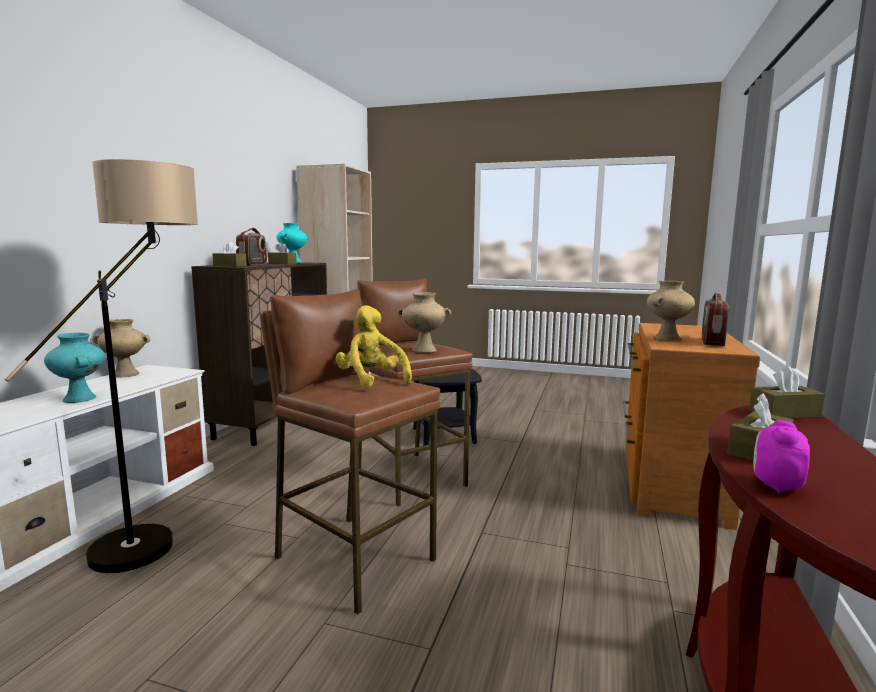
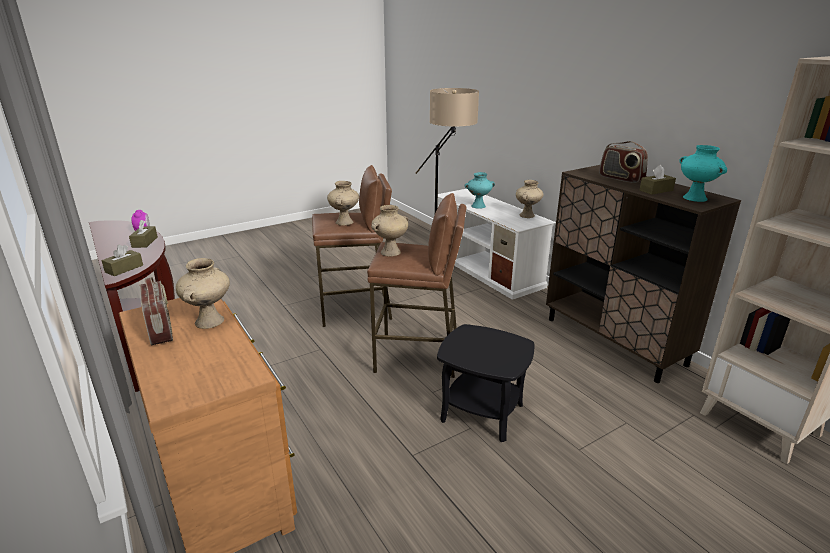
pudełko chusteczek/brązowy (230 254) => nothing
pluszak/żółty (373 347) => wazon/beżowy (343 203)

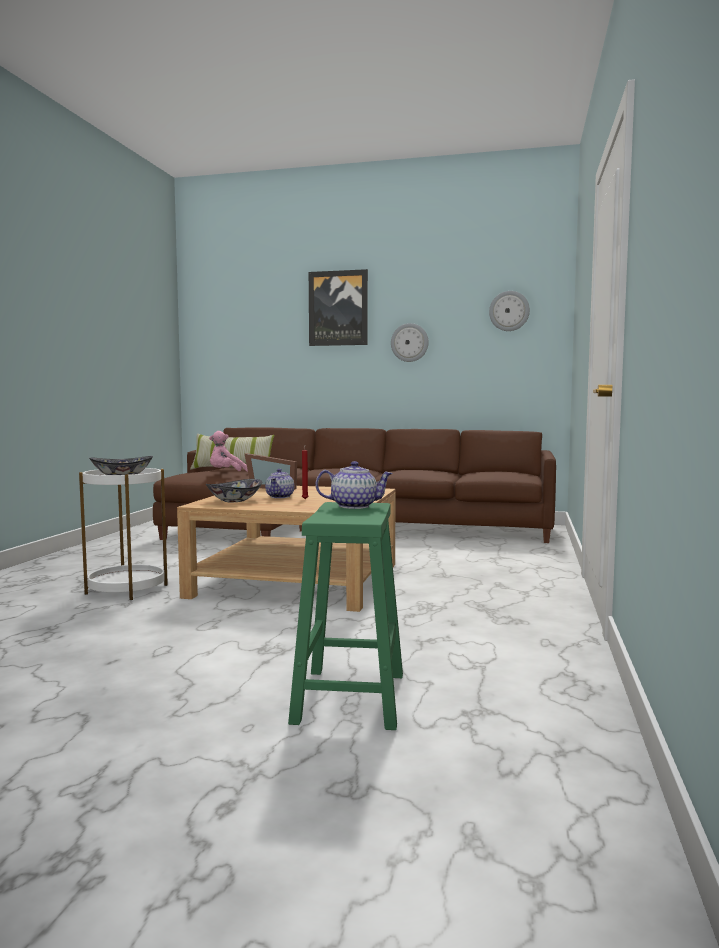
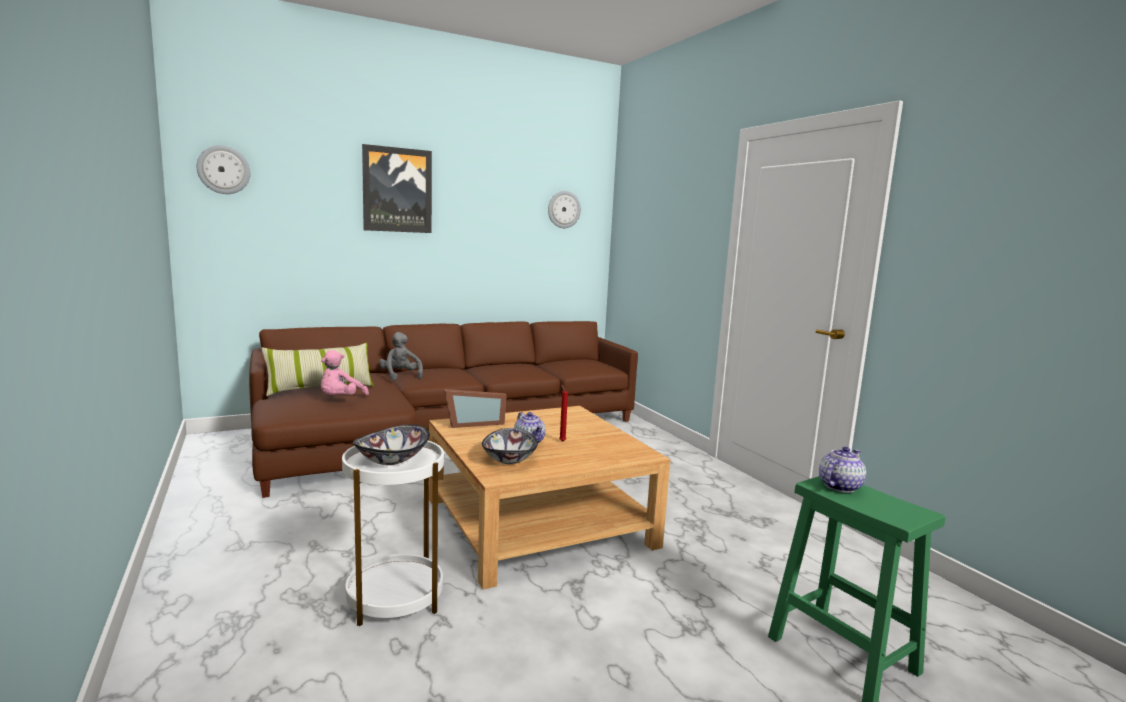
zegar ścienny (409 342) => zegar ścienny (223 169), relocated
nothing => pluszak/szary (401 356)

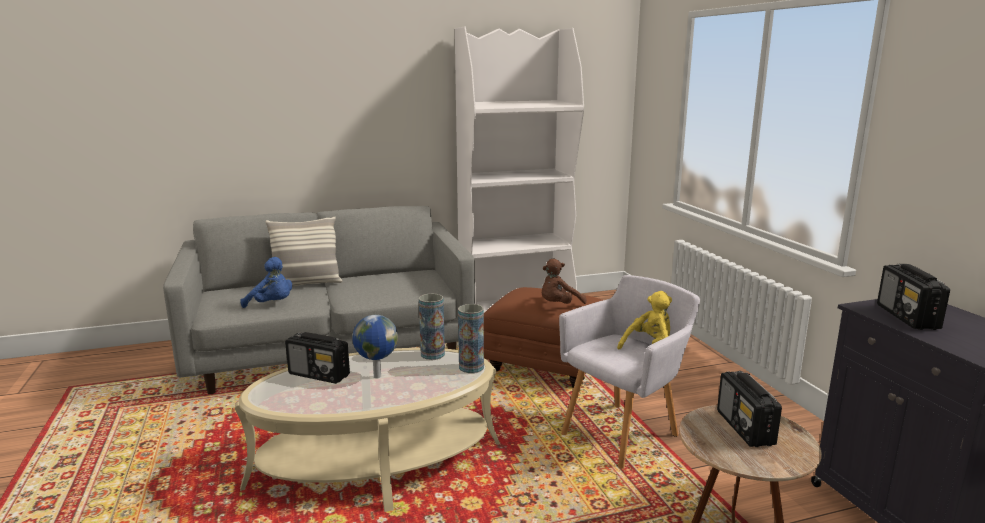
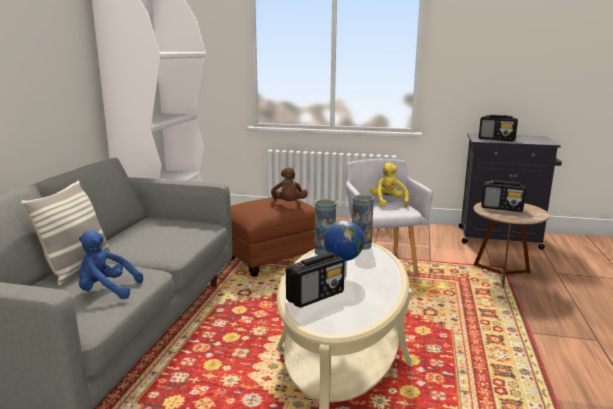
pluszak/niebieski (266 282) => pluszak/niebieski (111 265), 135 degrees counterclockwise

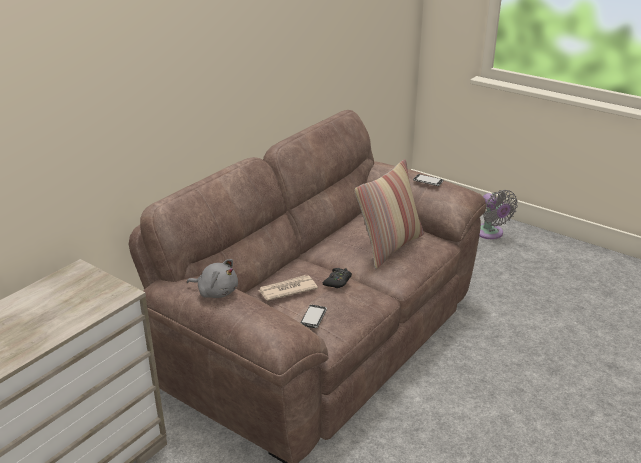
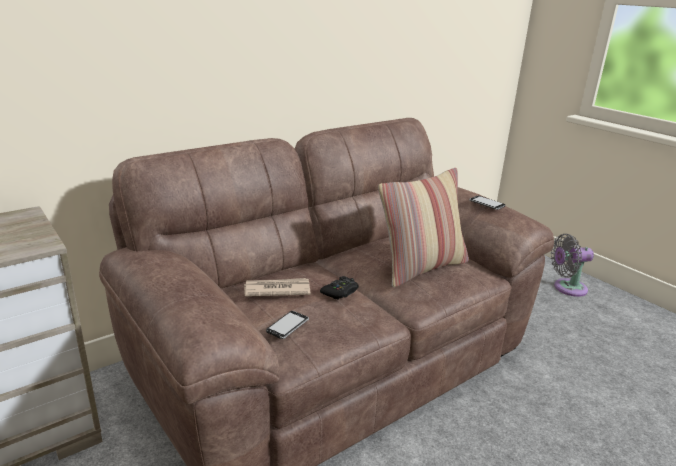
wentylator/szary (498 214) => wentylator/szary (572 265), 90 degrees clockwise
pluszak/szary (212 278) => nothing

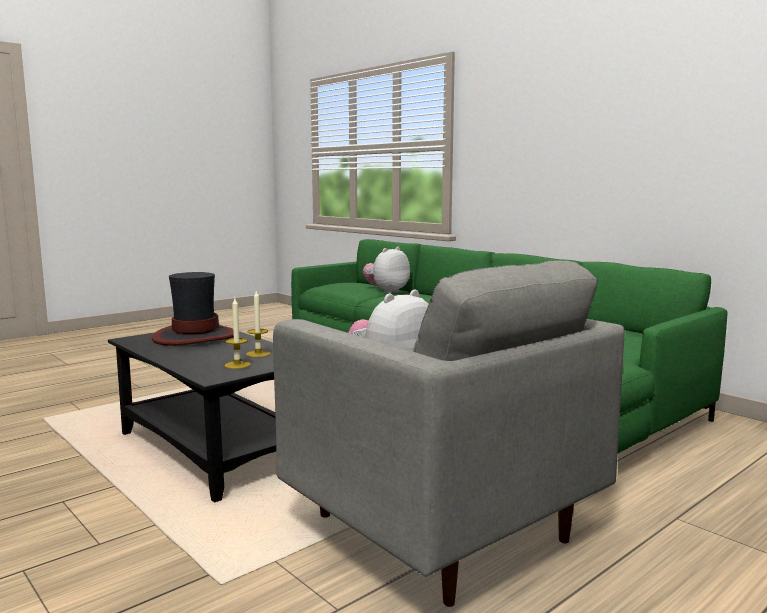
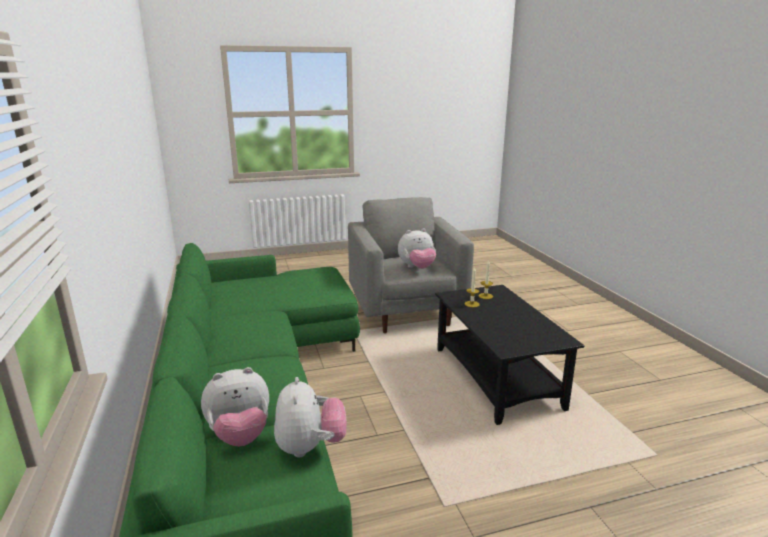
kapelusz (193 309) => nothing
nothing => pluszak (310 417)

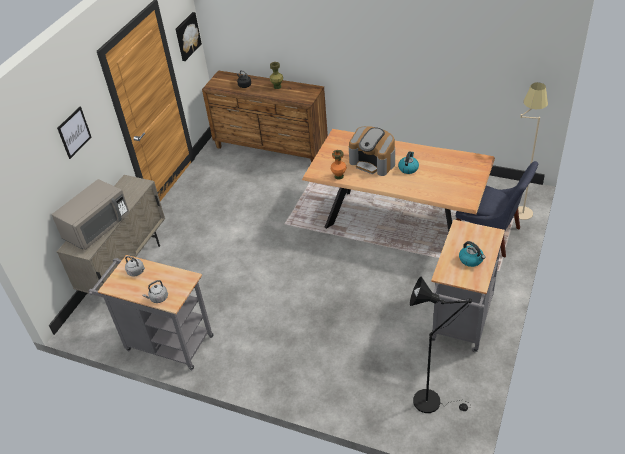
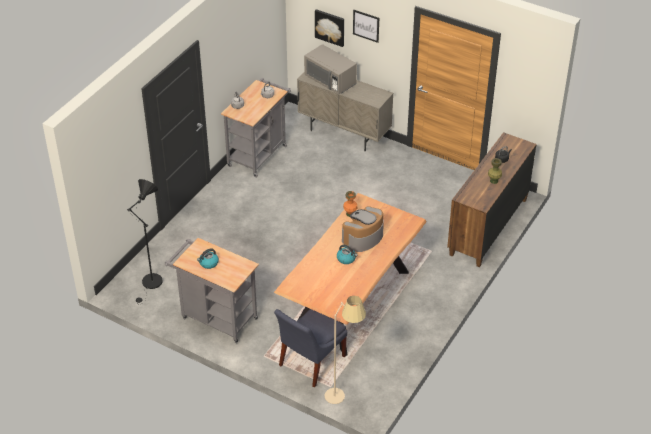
obraz (188 36) => obraz (329 28), relocated

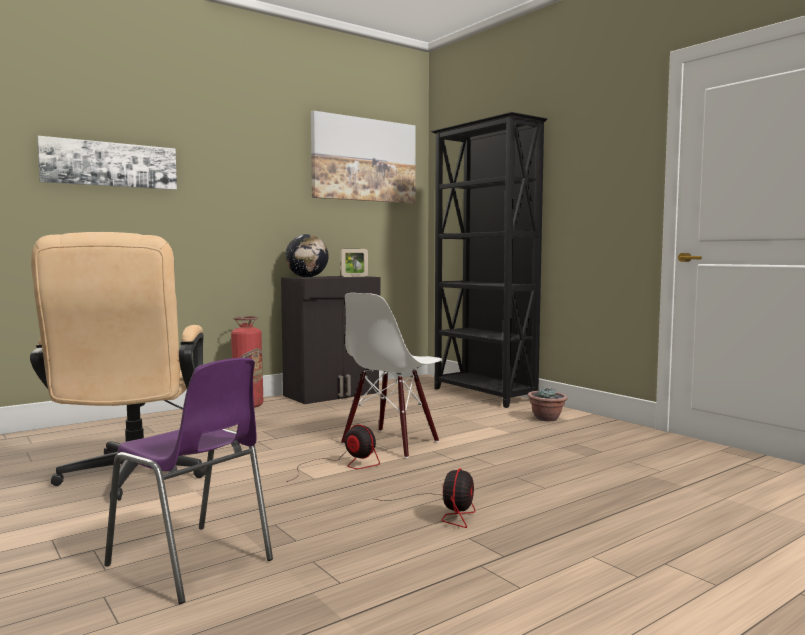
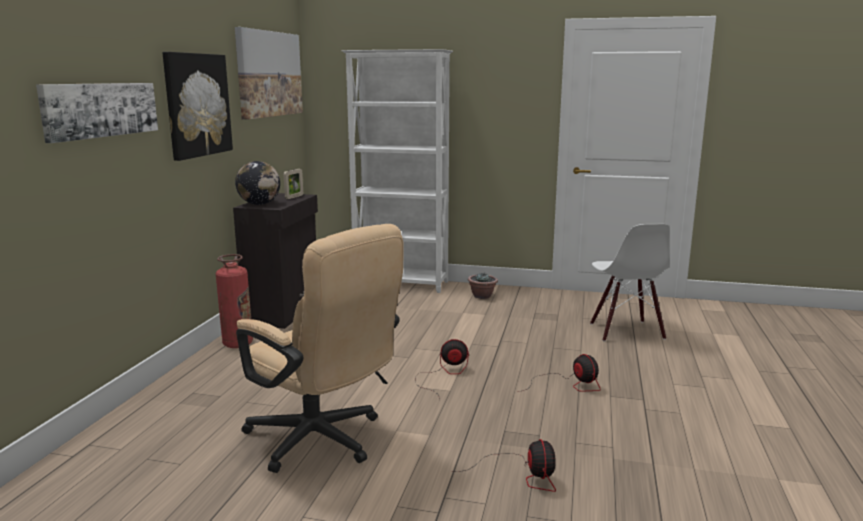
regał/czarny (489 260) => regał/biały (397 171)
krzesło/biały (391 375) => krzesło/biały (630 283), relocated
krzesło/fioletowy (188 481) => wentylator (503 465)
nothing => obraz (197 106)

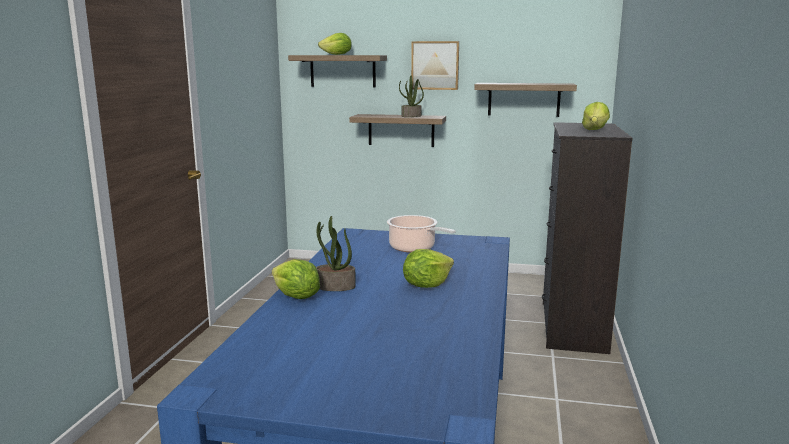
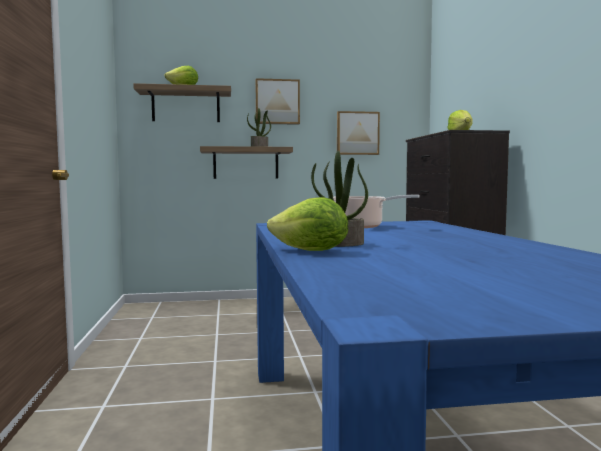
półka (525 100) => obraz (358 133)
sałata (428 268) => nothing

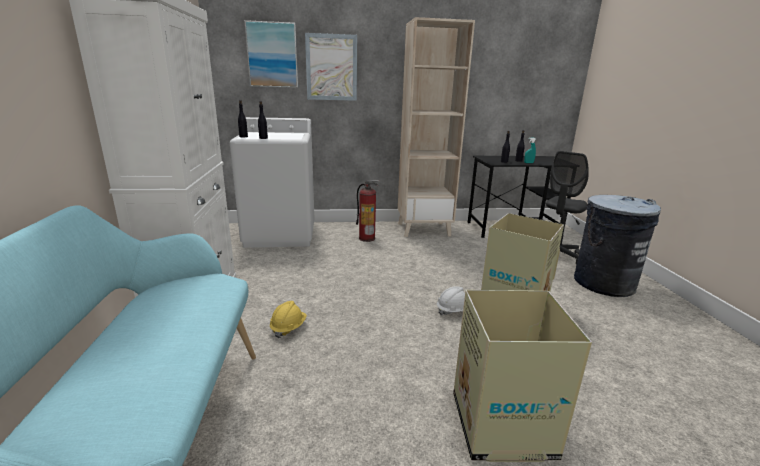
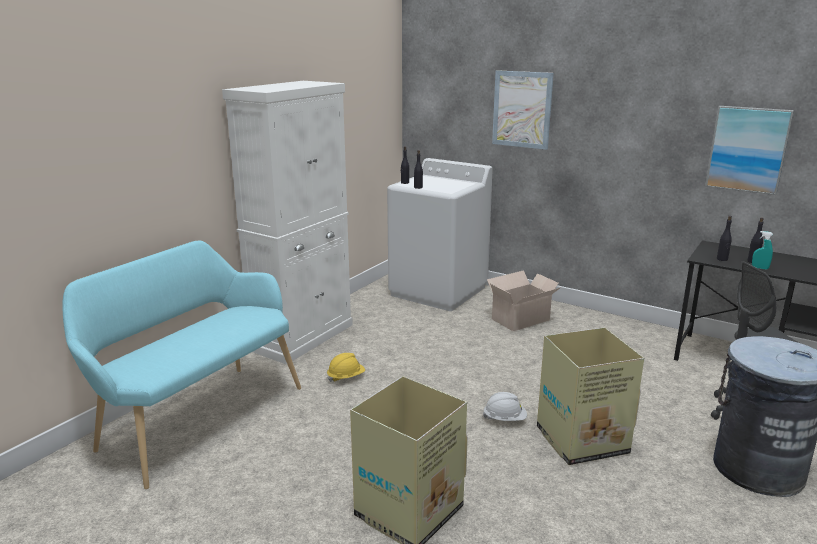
regał/beżowy (436 127) => nothing
obraz (271 54) => obraz (749 150), relocated
gaśnica (367 211) => karton (524 300)

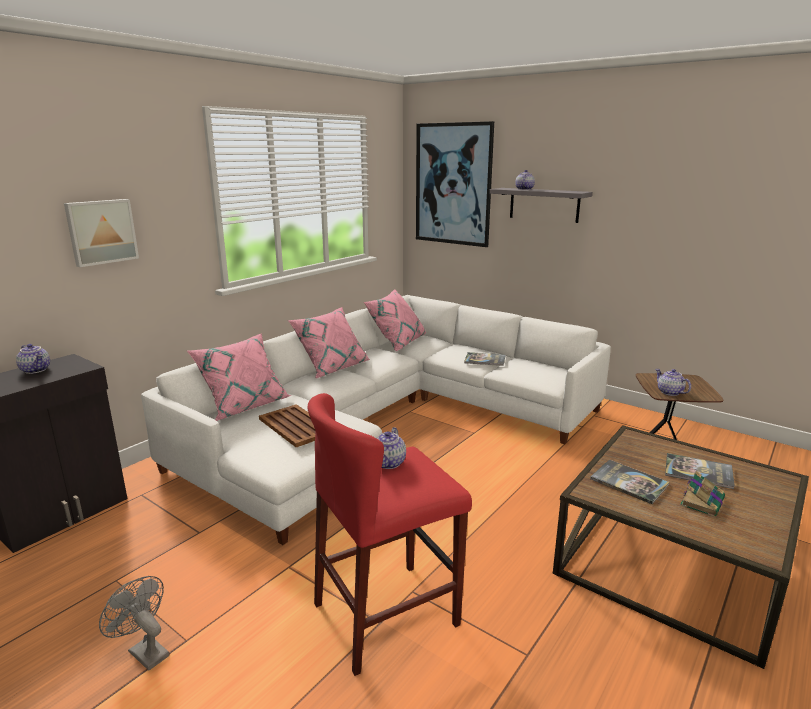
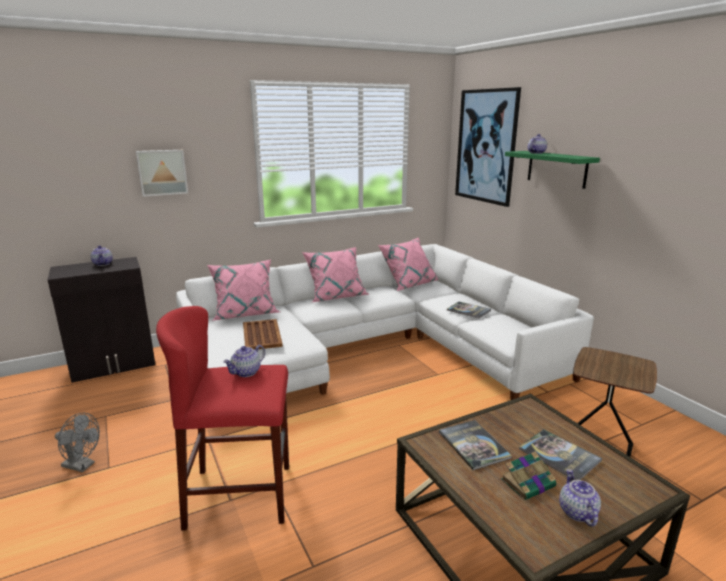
półka/szary (541 205) => półka/zielony (552 170)
imbryk (673 382) => imbryk (580 498), relocated
wentylator/szary (134 623) => wentylator/szary (77 442), 135 degrees clockwise

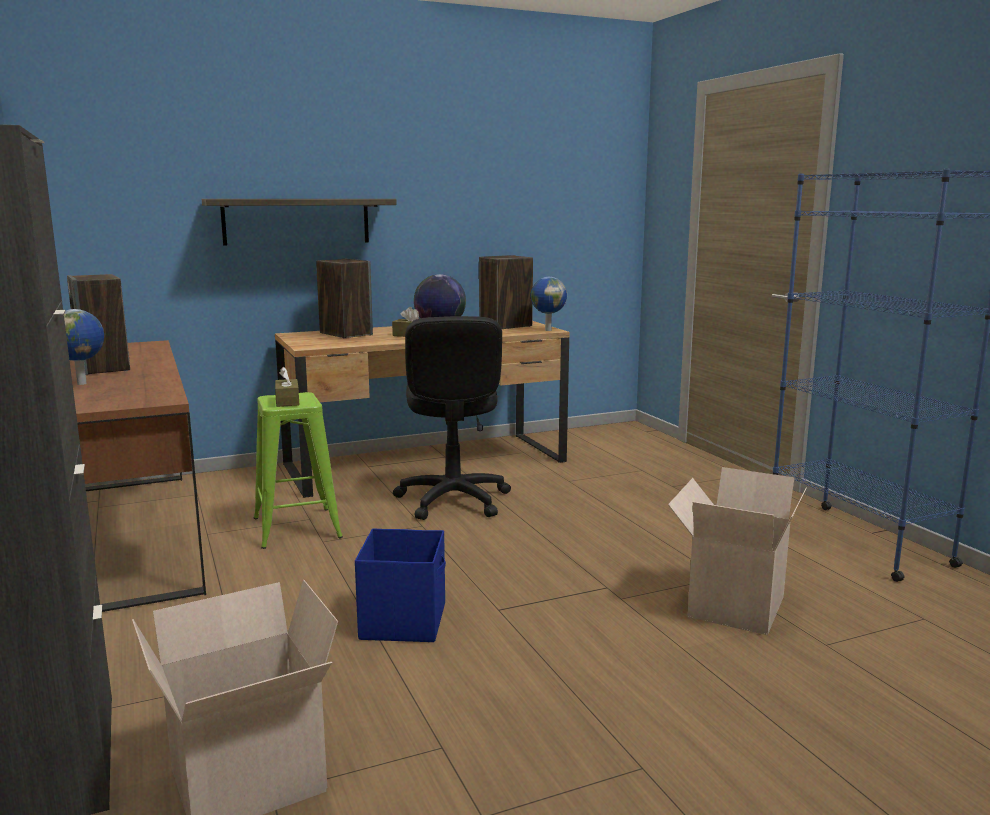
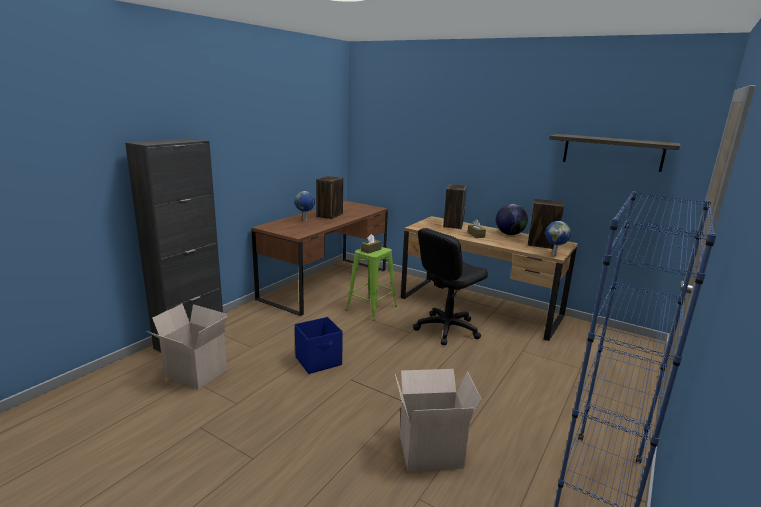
półka (299 222) => półka (615 153), relocated

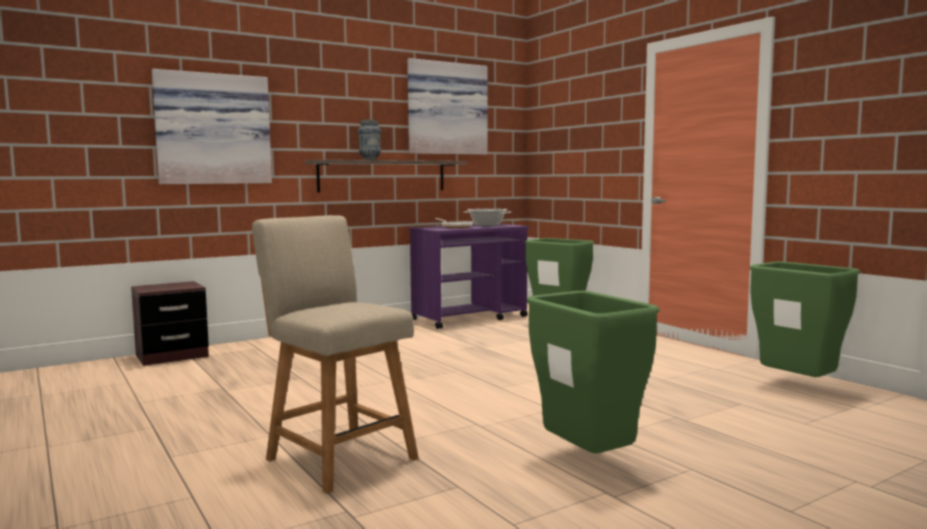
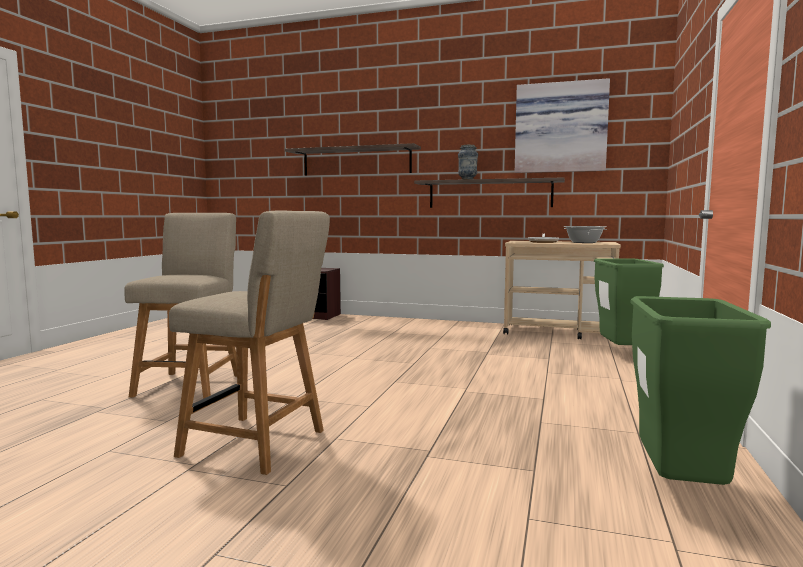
obraz (212 126) => półka (353 159)
wózek/fioletowy (469 276) => wózek/beżowy (562 290)
kosz na śmieci/zielony (593 372) => krzesło/beżowy (249 342)

